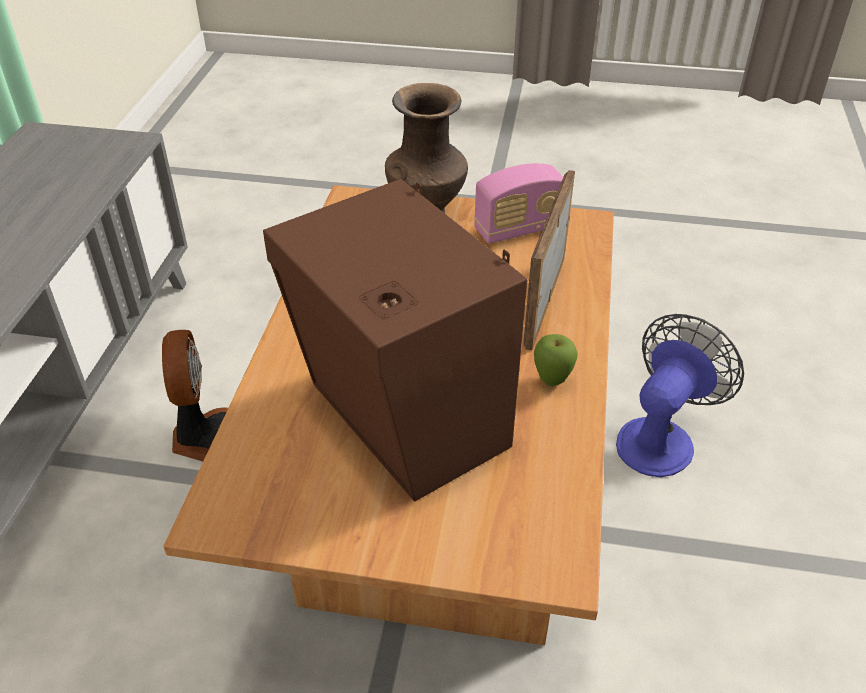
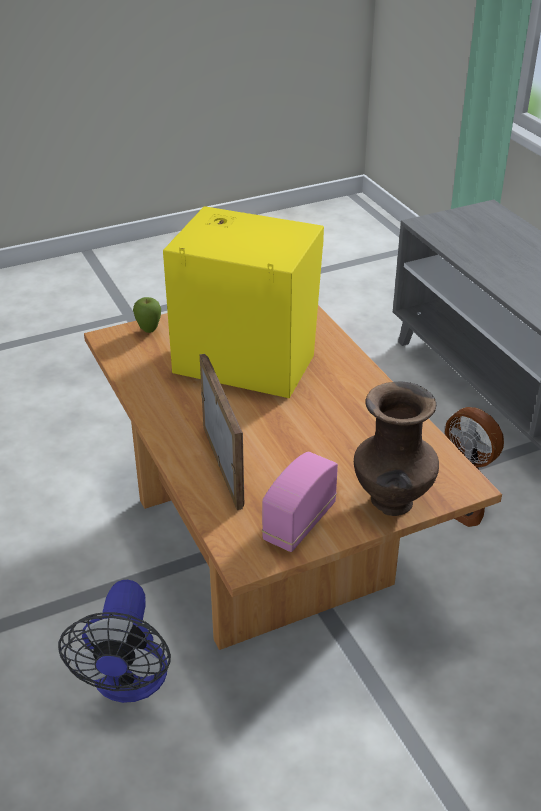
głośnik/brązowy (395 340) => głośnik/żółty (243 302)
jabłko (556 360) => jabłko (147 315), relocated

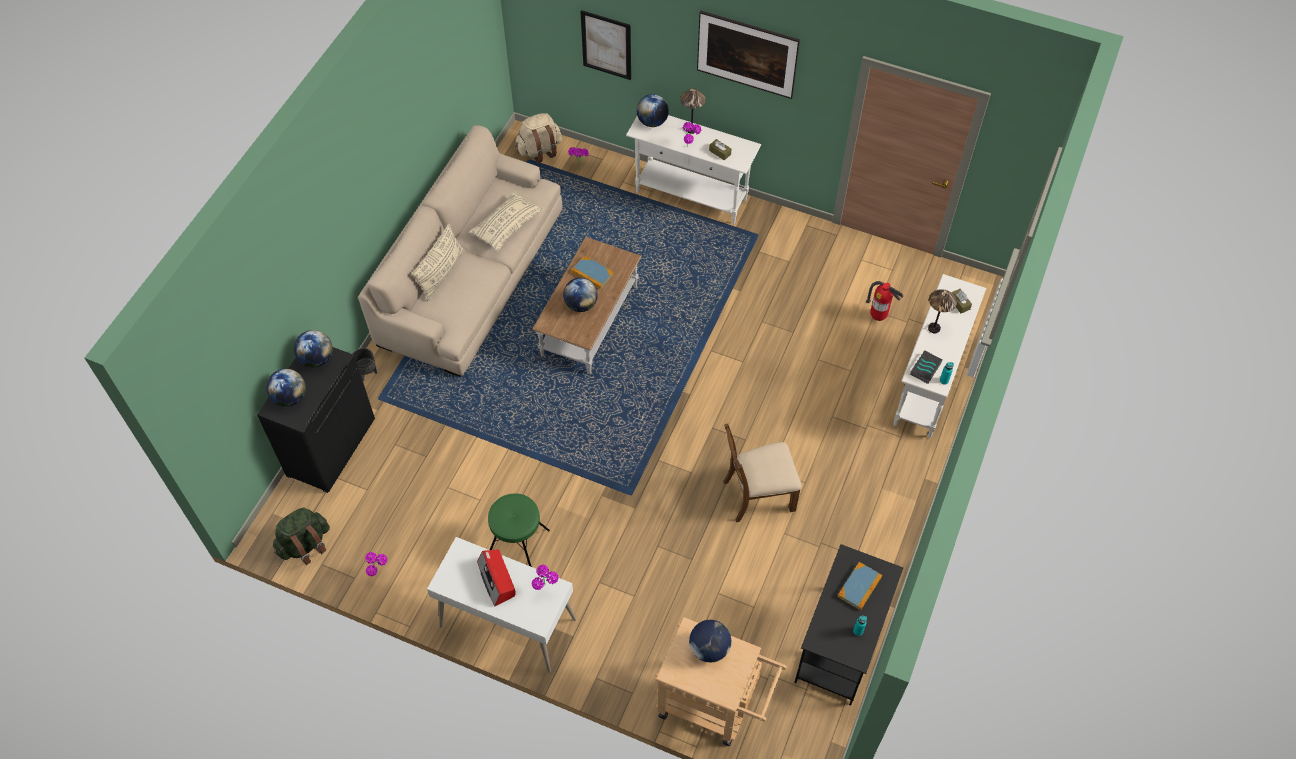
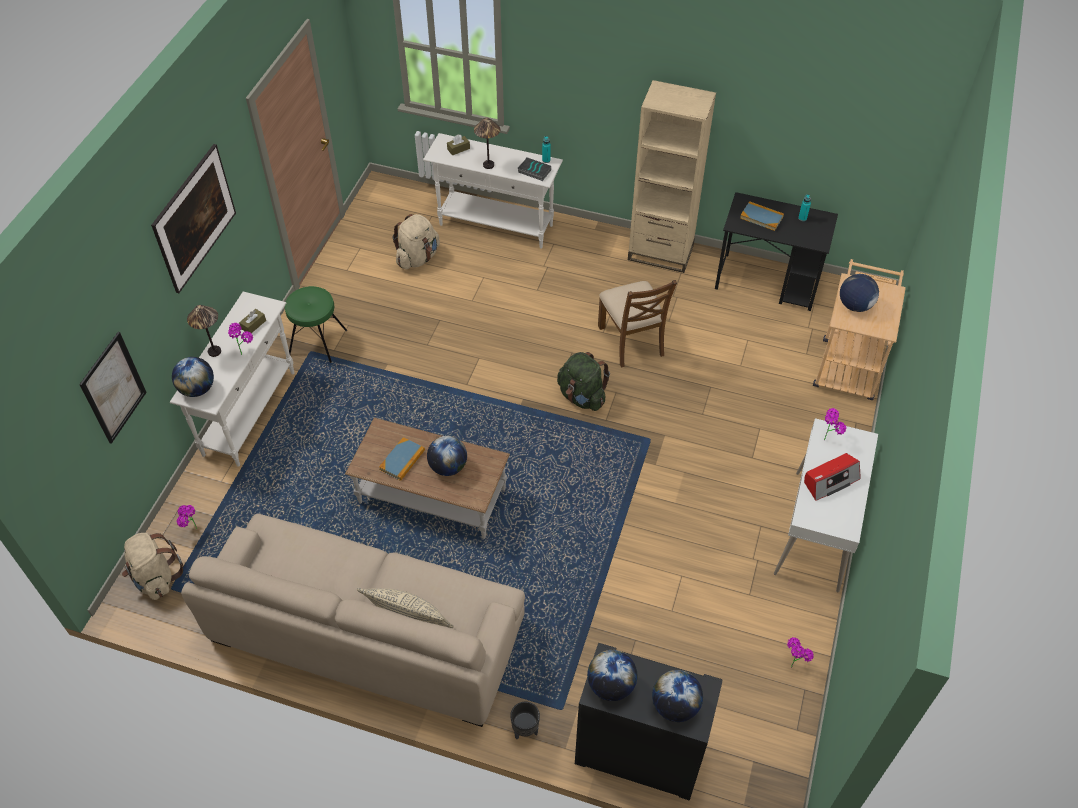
poduszka/beżowy (506 221) => nothing
gaśnica (884 301) => plecak/beżowy (416 242)
stołek/zielony (519 530) => stołek/zielony (316 324), relocated
plecak/zielony (301 536) => plecak/zielony (583 381), relocated
nothing => regał/beżowy (672 176)

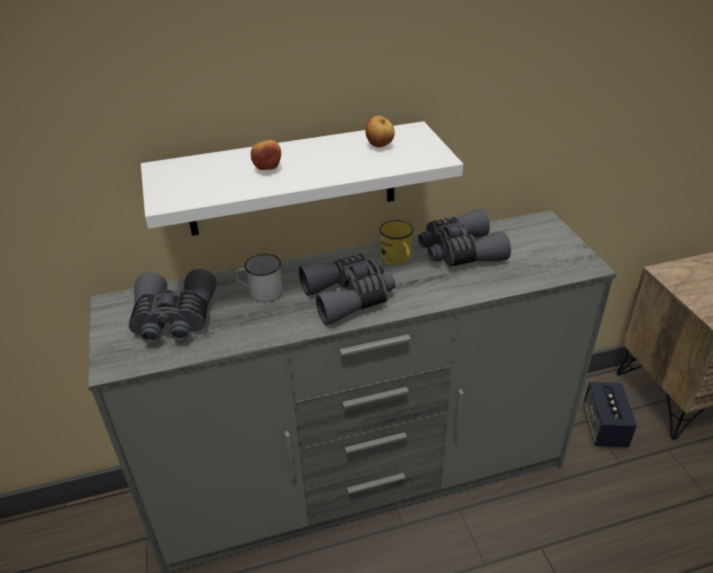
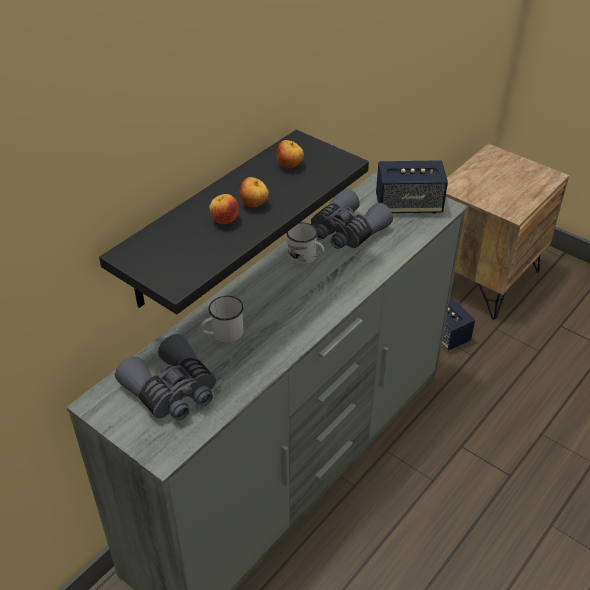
półka/biały (302 178) => półka/czarny (234 222)
kubek/żółty (396 242) => kubek/biały (305 243)
lornetka/szary (347 289) => nothing
nothing => głośnik (412 187)
nothing => jabłko (254 192)

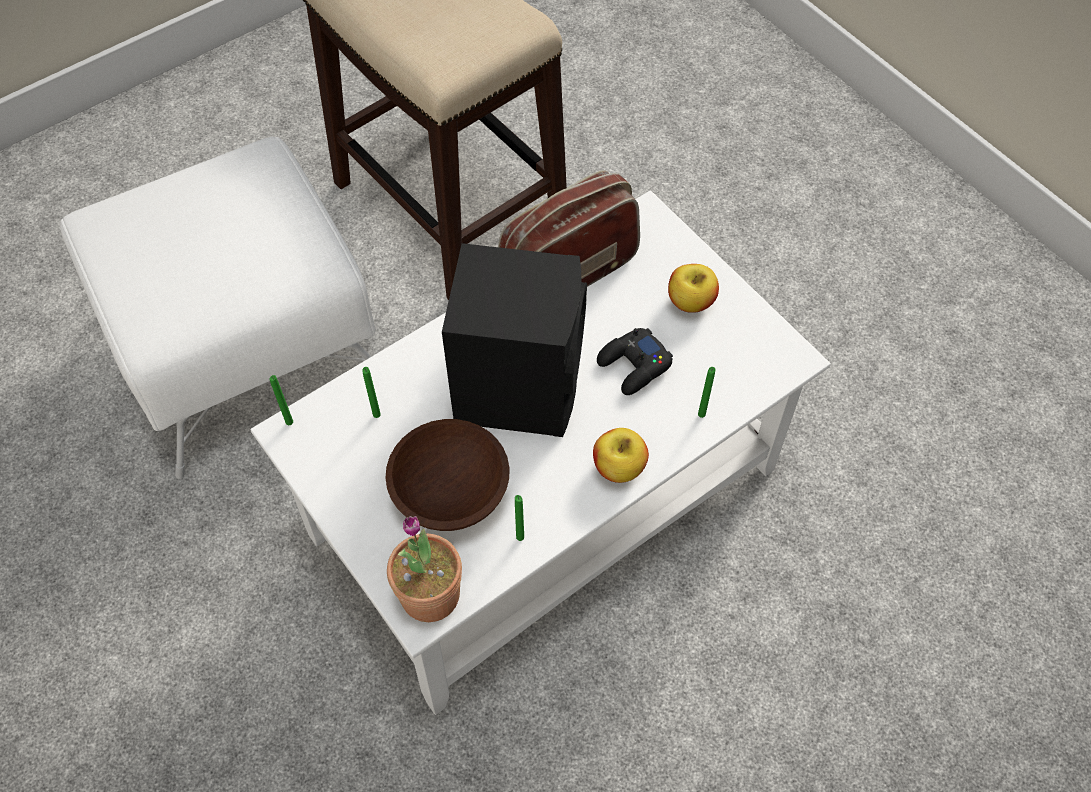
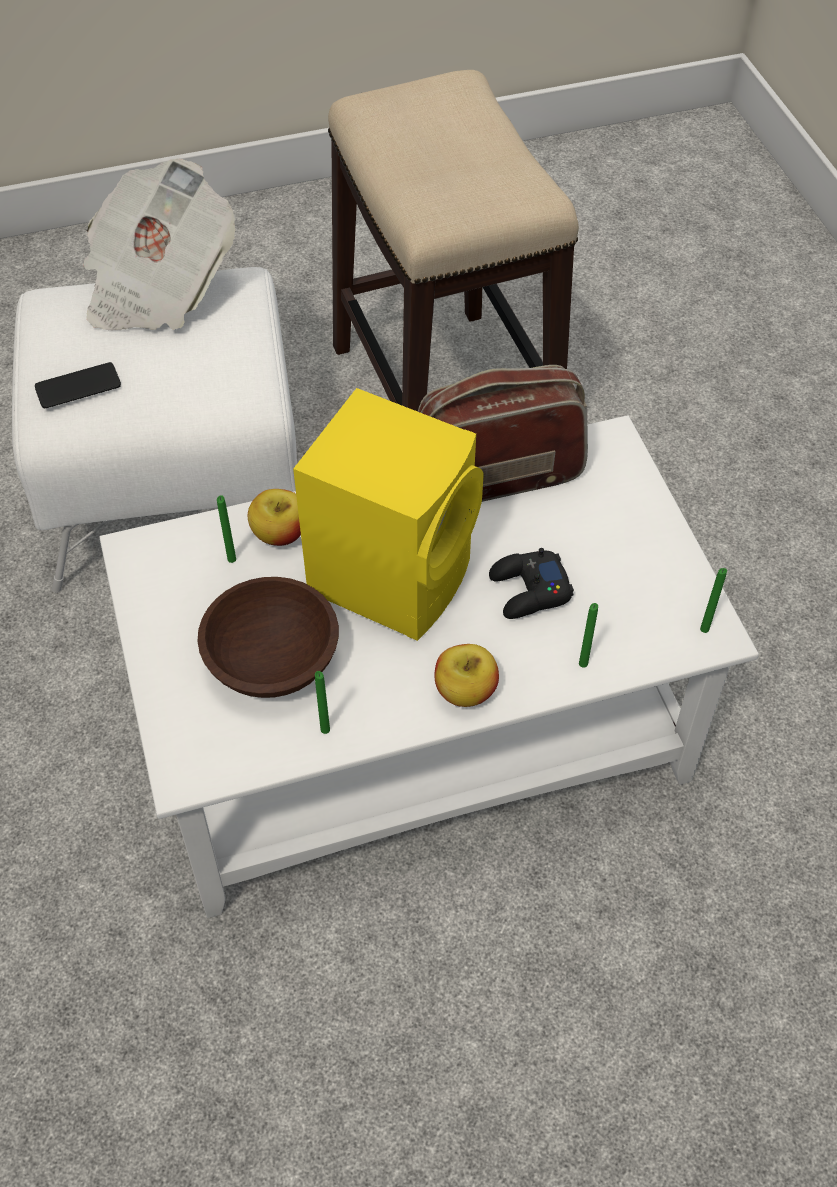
głośnik/czarny (514 340) => głośnik/żółty (388 514)
jabłko (693 288) => jabłko (274 517), relocated
świeca/zielony (281 400) => świeca/zielony (713 600), relocated
roślina doniczkowa (424 569) => nothing
nothing => gazeta (159 244)
nothing => telefon (78 385)

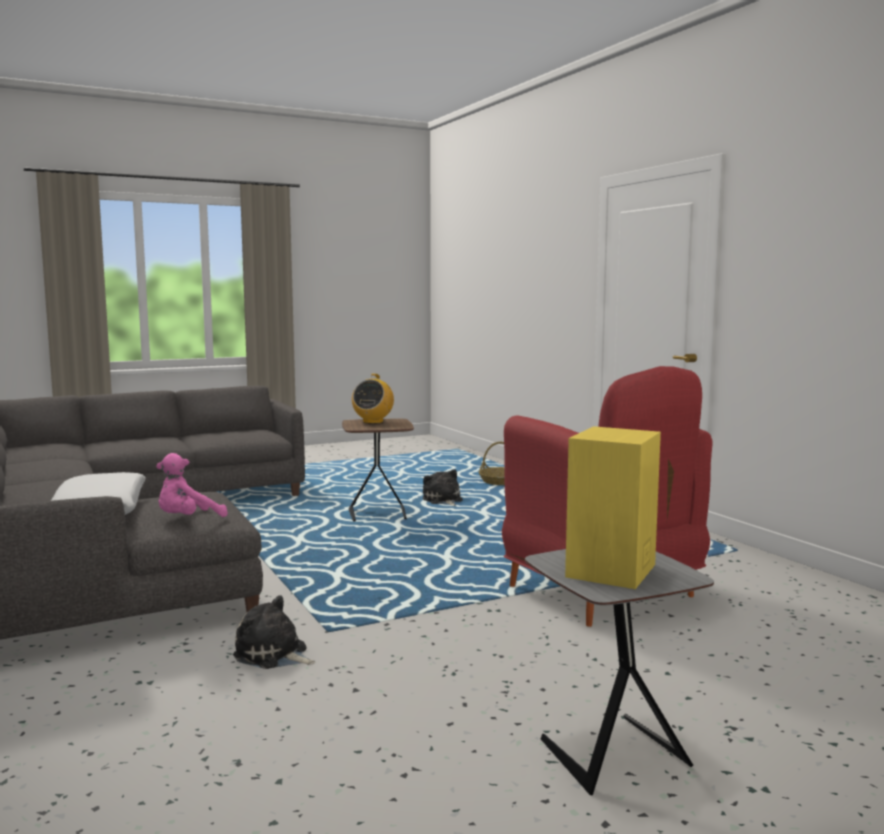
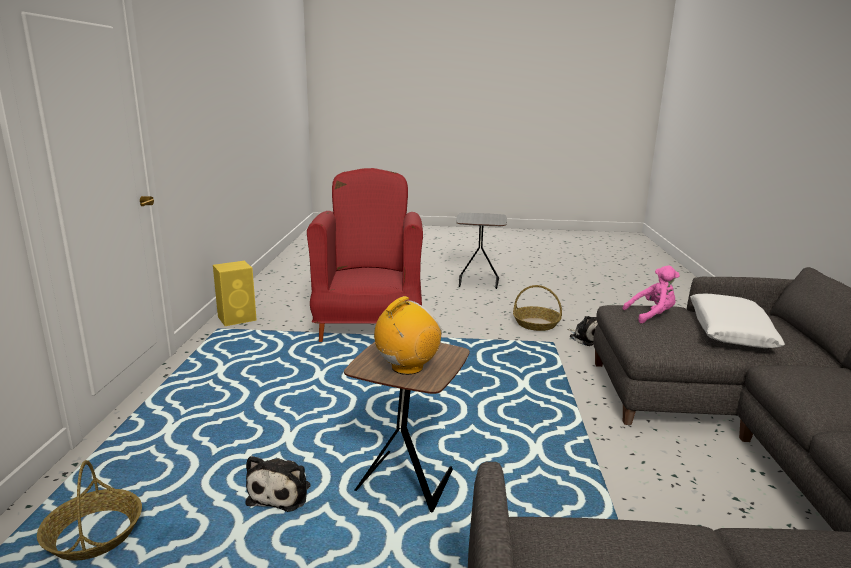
głośnik/żółty (613 507) => głośnik/żółty (235 293), relocated
nothing => koszyk (537 308)

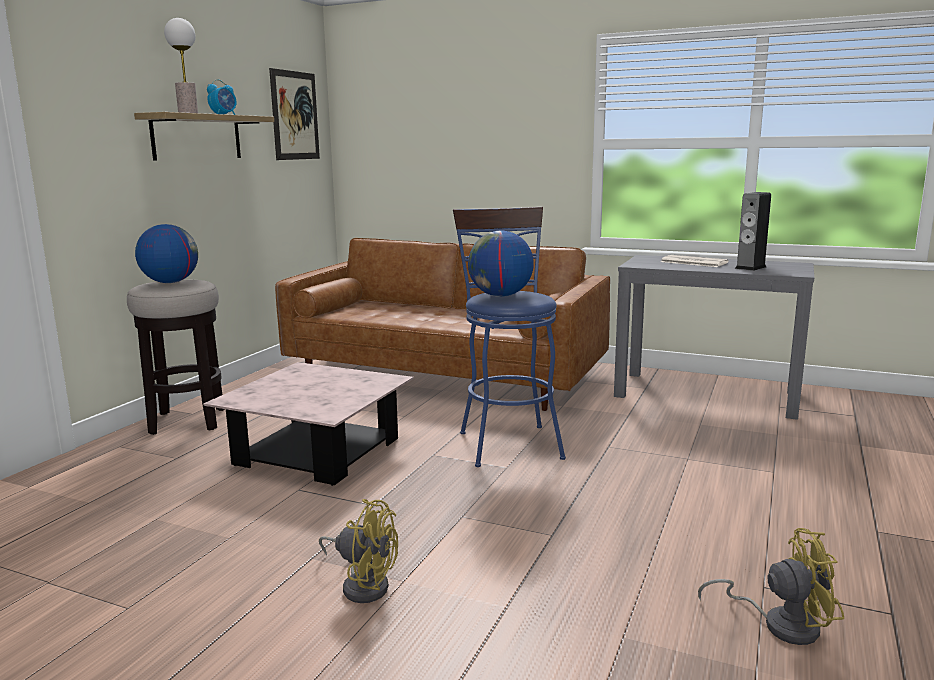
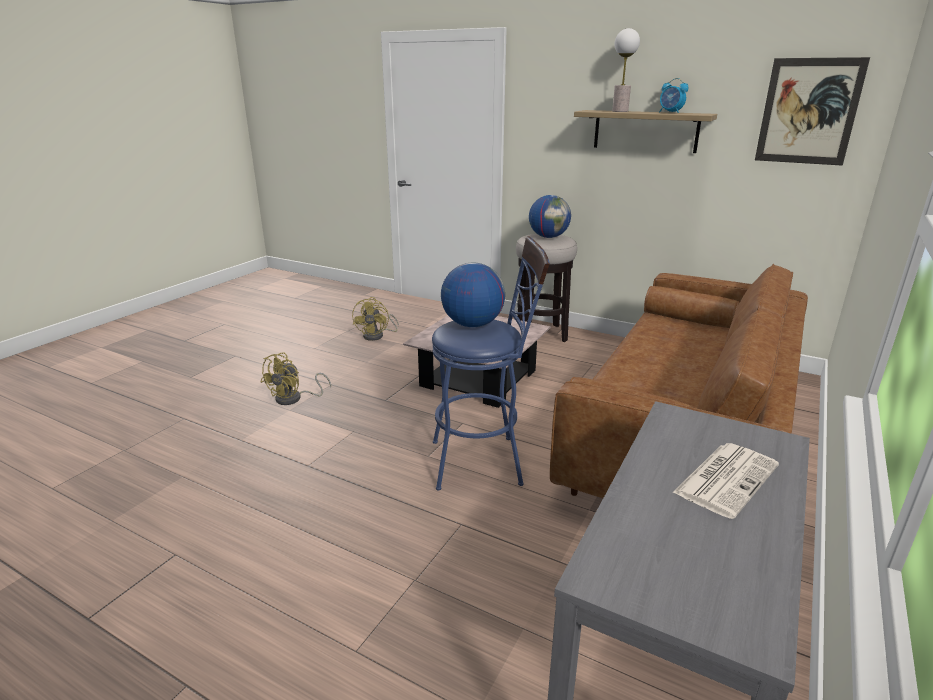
głośnik (753 231) => nothing
wentylator/żółty (771 586) => wentylator/żółty (375 319), relocated

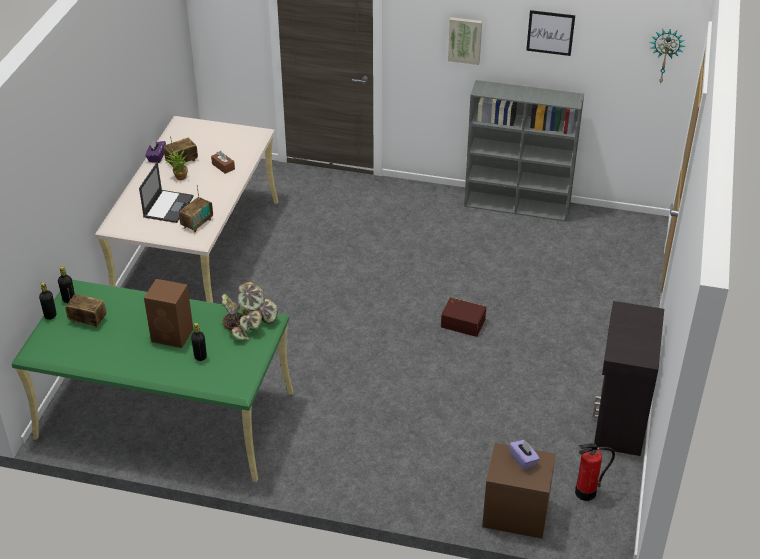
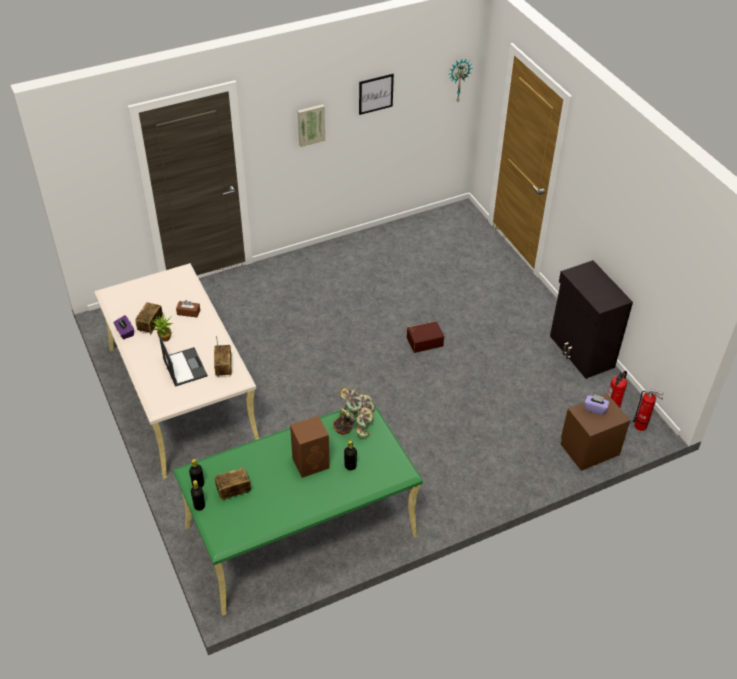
regał/szary (524 151) => nothing
nothing => gaśnica (648 410)

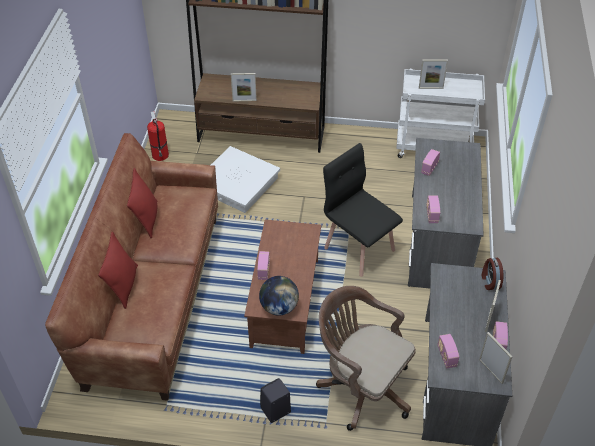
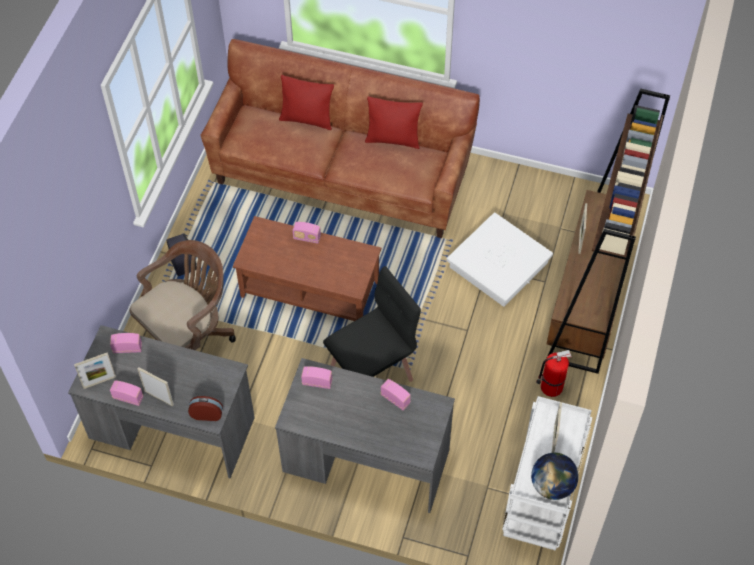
gaśnica (158 136) => gaśnica (554 373), relocated
globus (279 296) => globus (555 476), relocated

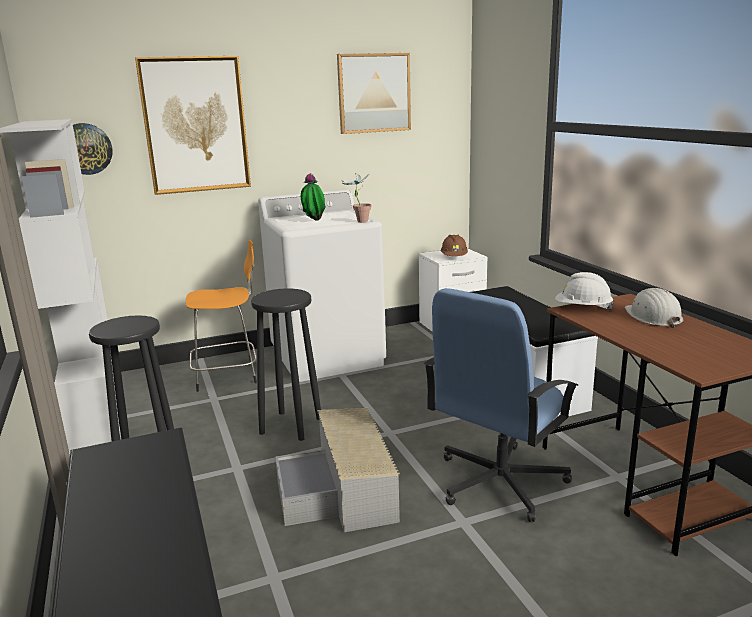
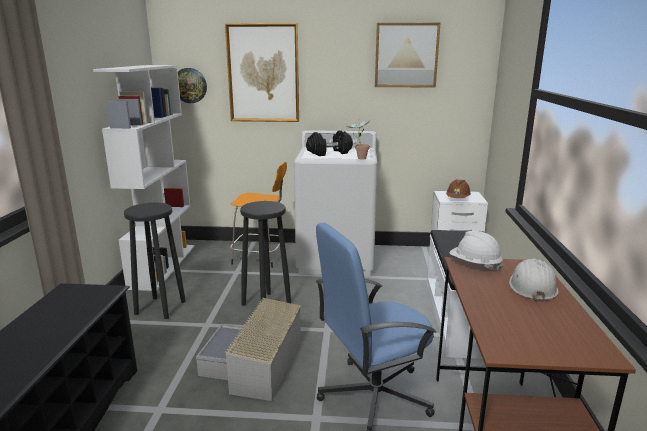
roślina doniczkowa (313 197) => hantel/czarny (329 143)

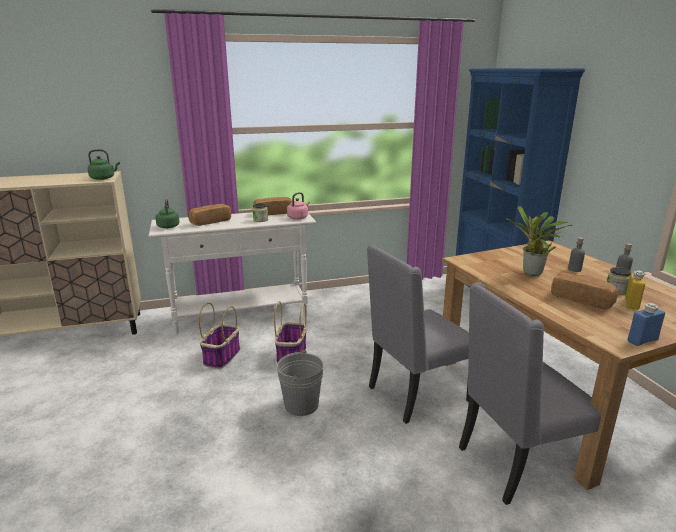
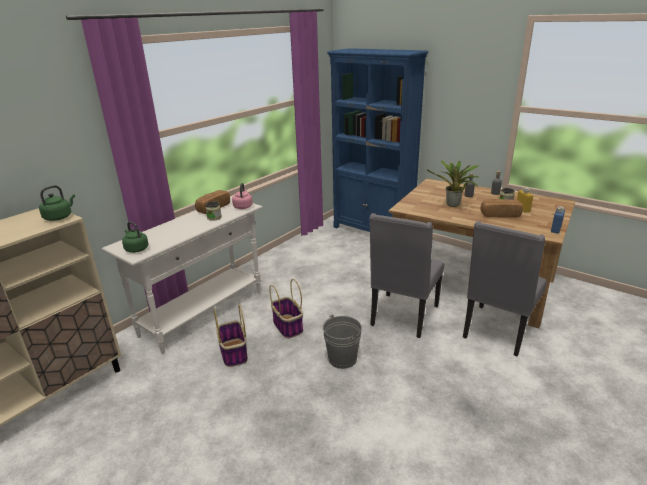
chleb (210 215) => nothing

